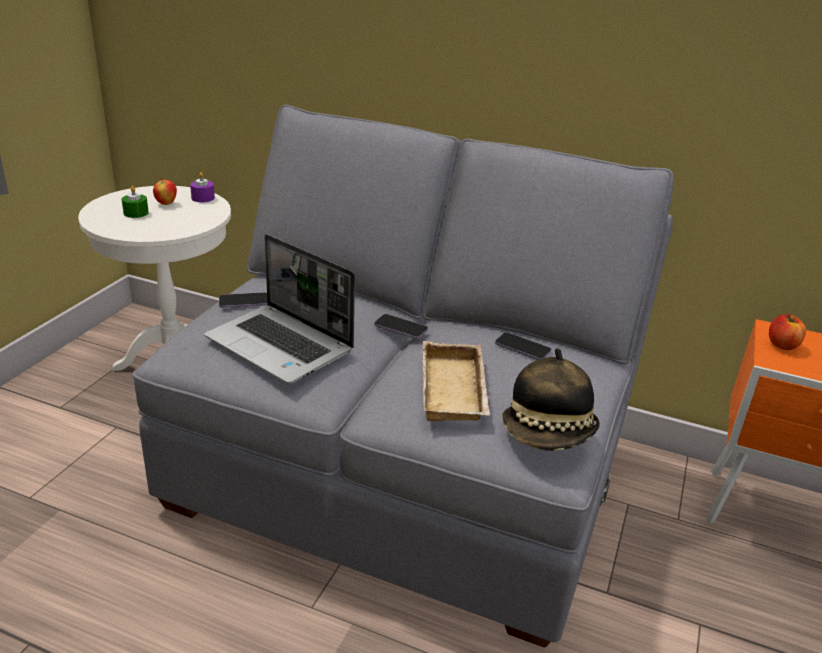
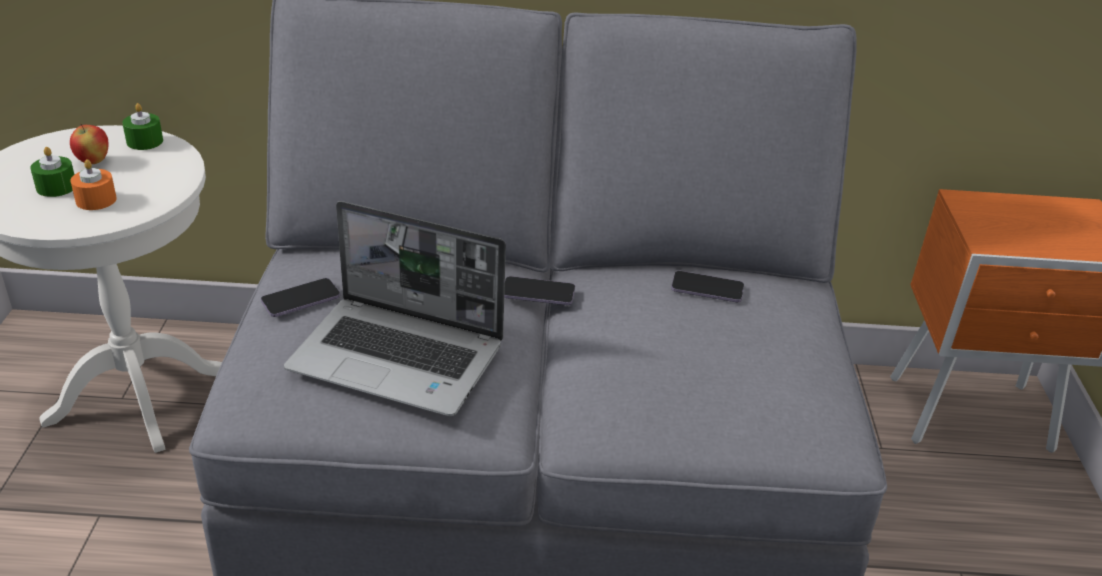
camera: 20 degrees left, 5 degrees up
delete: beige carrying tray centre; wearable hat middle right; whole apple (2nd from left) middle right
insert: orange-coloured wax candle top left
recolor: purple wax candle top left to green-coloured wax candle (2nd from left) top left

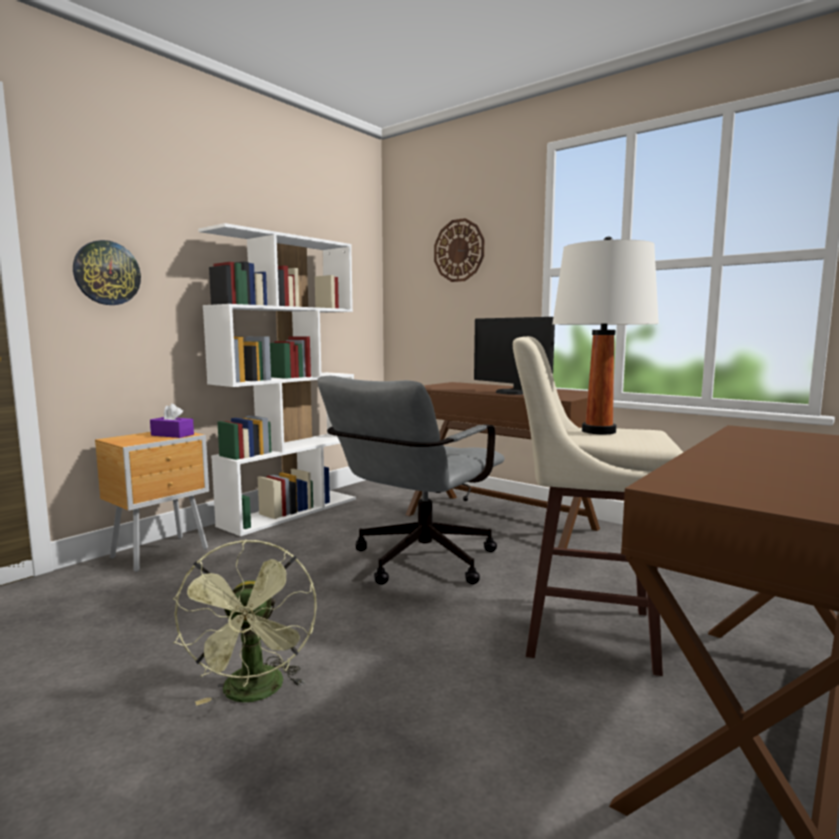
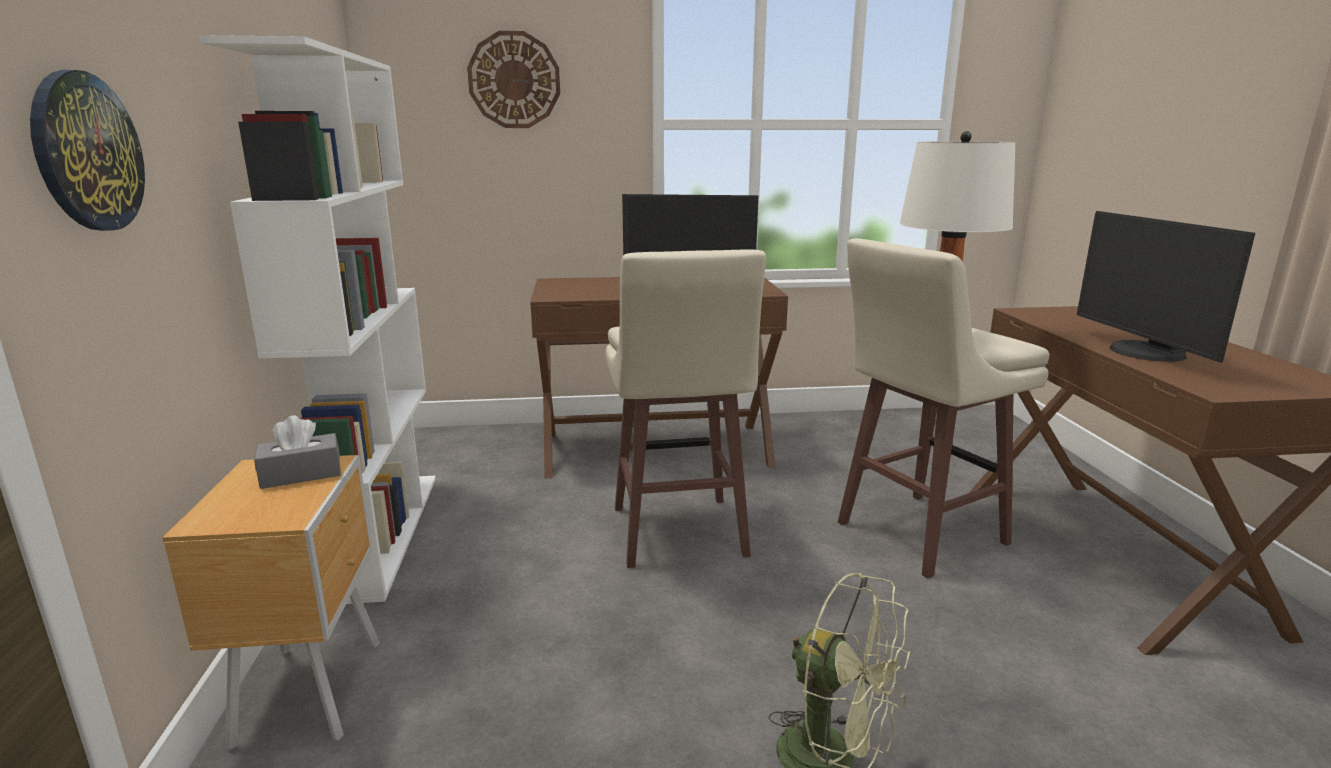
camera: 45 degrees left, 10 degrees up
insert: computer screen (2nd from left) middle right
replace: gray desk chair centre to beige stool seat (1st from left) centre
recolor: purple tissue holder middle left to gray tissue holder middle left

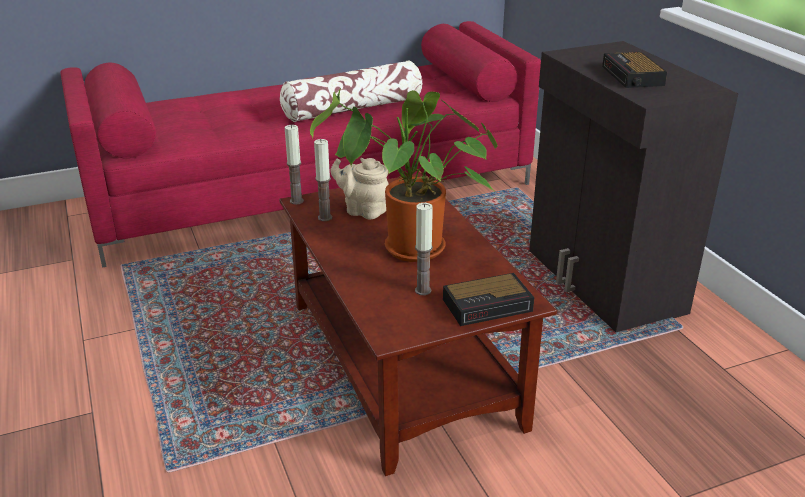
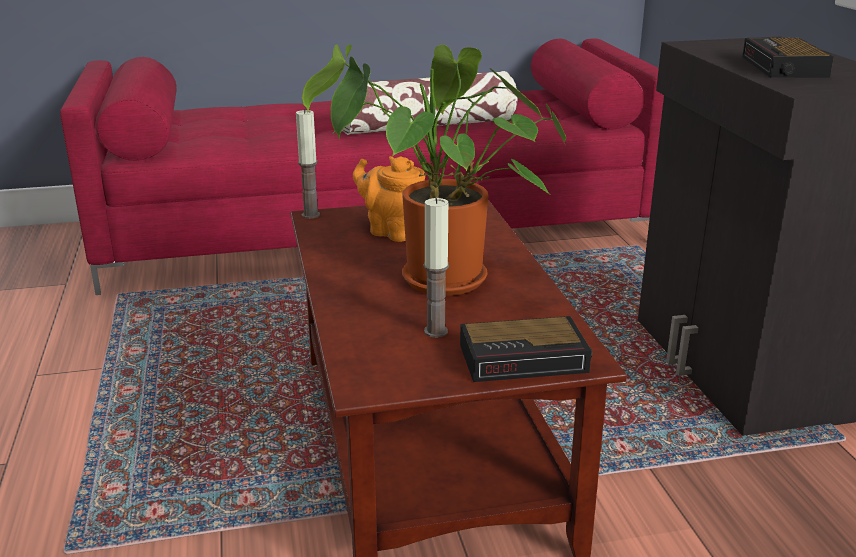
camera: 10 degrees right, 5 degrees down
delete: wax candle (2nd from left) centre
recolor: beige tea pot centre to orange-coloured tea pot centre

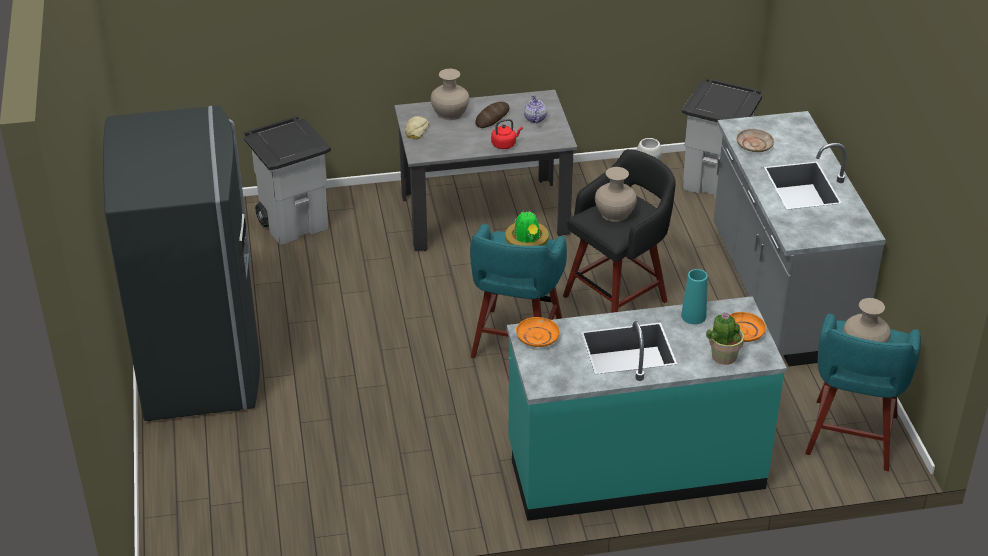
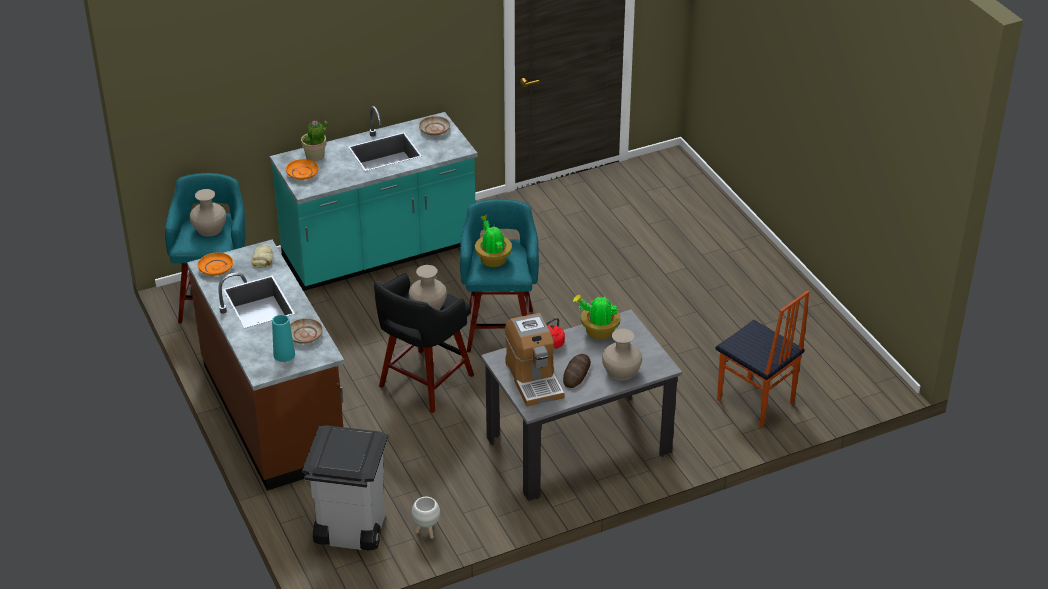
camera: 165 degrees right, 0 degrees up
delete: gray kitchen fridge middle left
insert: beige dinner plate (2nd from left) top centre; plant in a pot (3rd from left) centre
move: bakery bread (1st from left) top centre to middle left; orange-coloured dinner plate (1st from left) centre to middle left; blue-green vase middle right to middle left
replace: gray trash can (1st from left) top left to chair middle right; tea pot top centre to coffee brewer centre
recolor: gray kitchen base unit middle right to brown kitchen base unit middle left

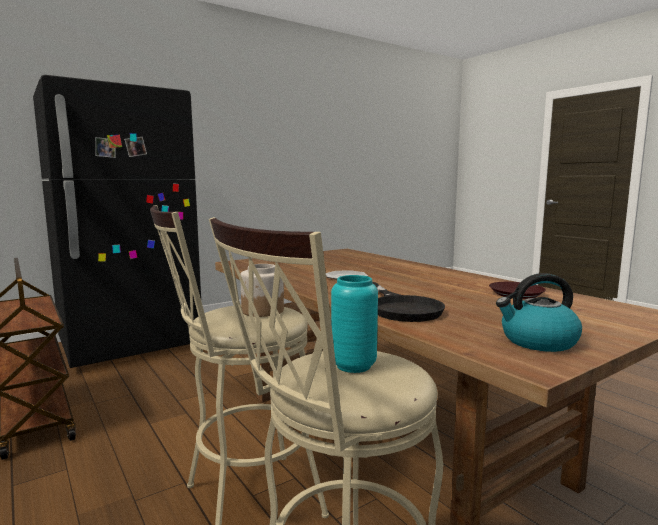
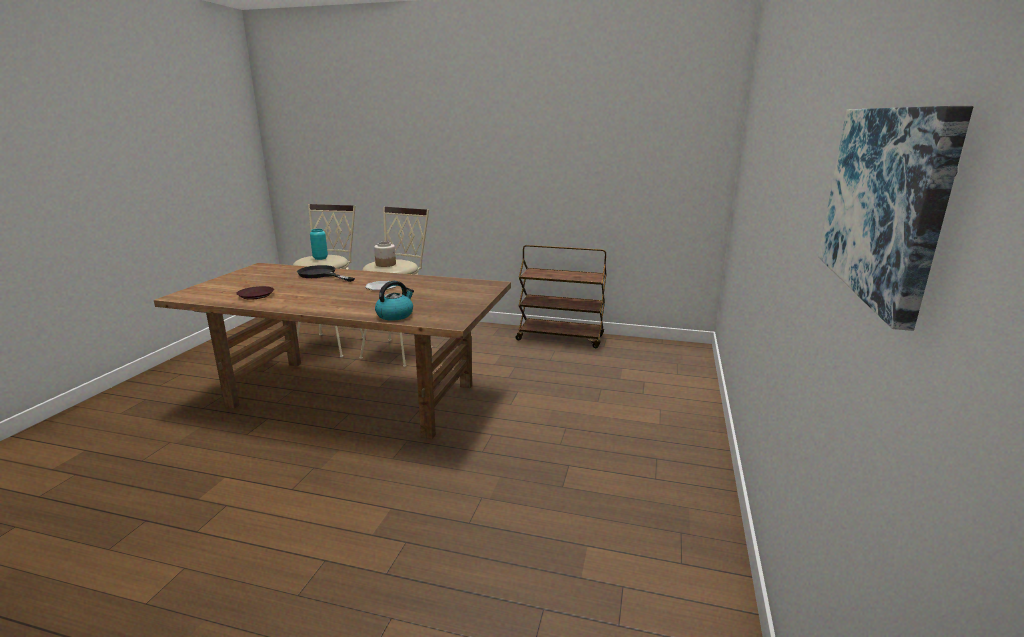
camera: 140 degrees right, 10 degrees up
delete: black-coloured kitchen fridge middle left
insert: wall picture middle right
move: water kettle middle right to centre

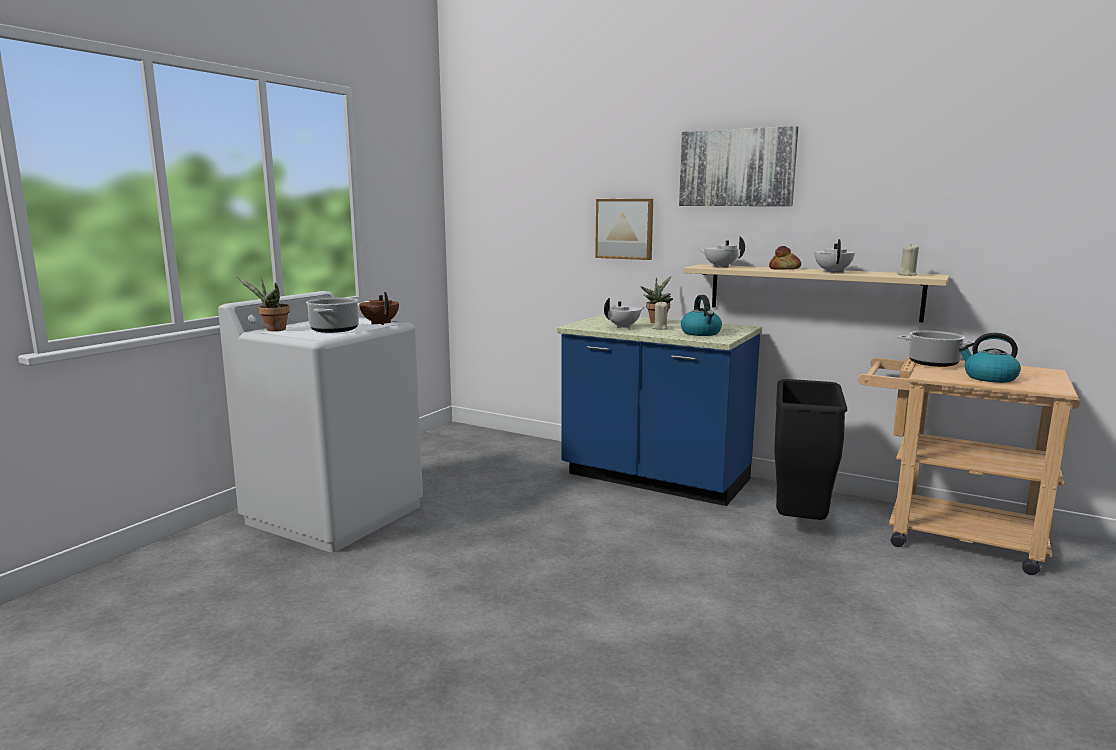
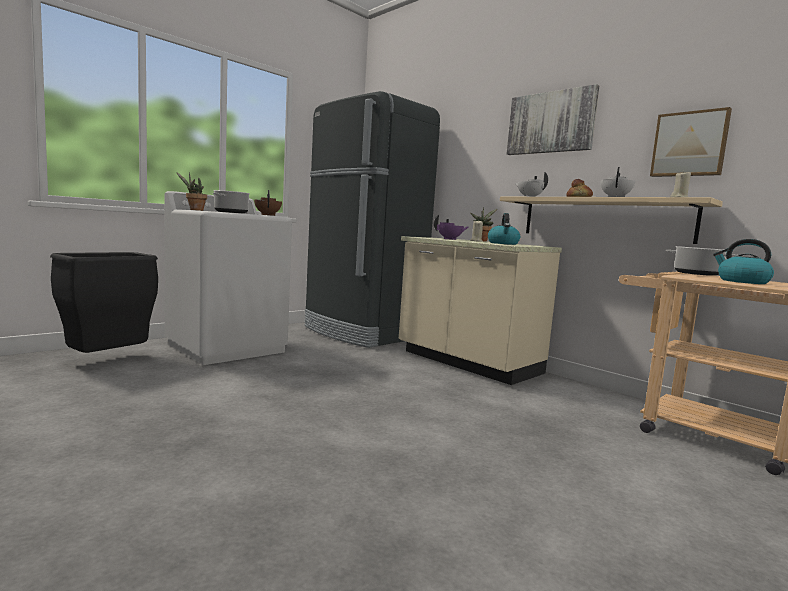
camera: 15 degrees right, 5 degrees down
insert: black-coloured kitchen fridge centre
move: wall picture (1st from left in the first image) top centre to wall picture (2nd from left) top right; black-coloured trash can middle right to middle left
recolor: blue kitchen base unit centre to beige kitchen base unit centre; white-coloured tea pot (1st from left) centre to purple tea pot centre

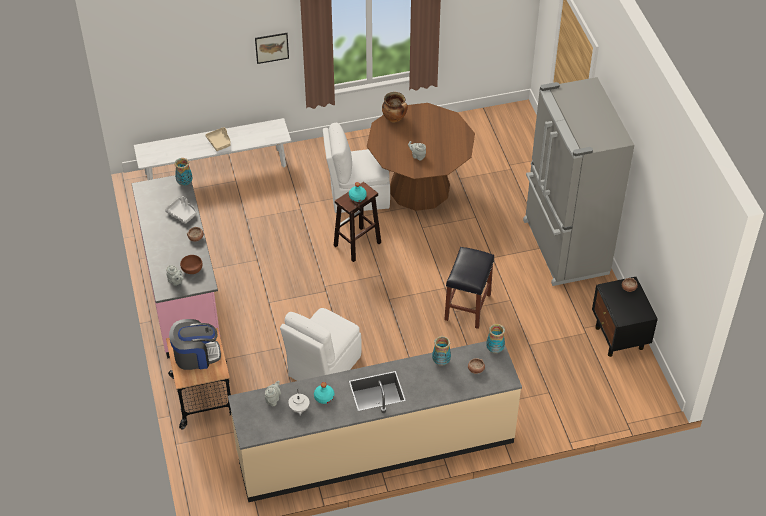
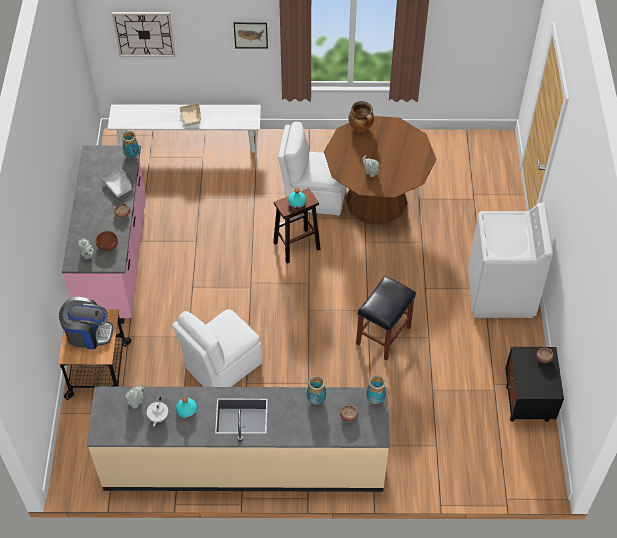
camera: 15 degrees right, 5 degrees up
insert: clock on the wall top left
replace: gray kitchen fridge middle right to white-coloured washing machine middle right

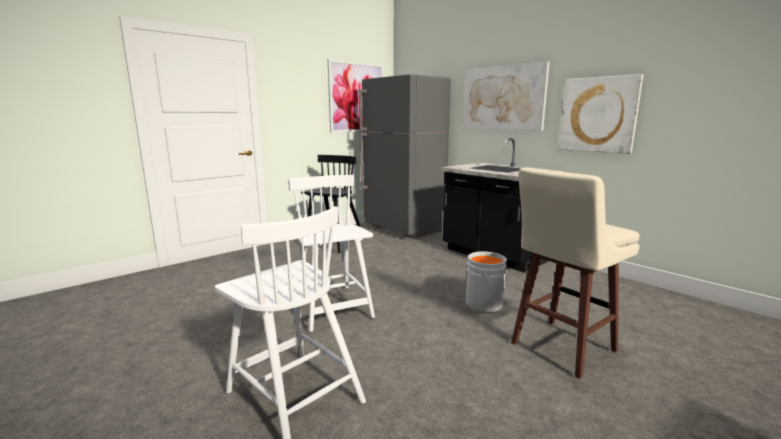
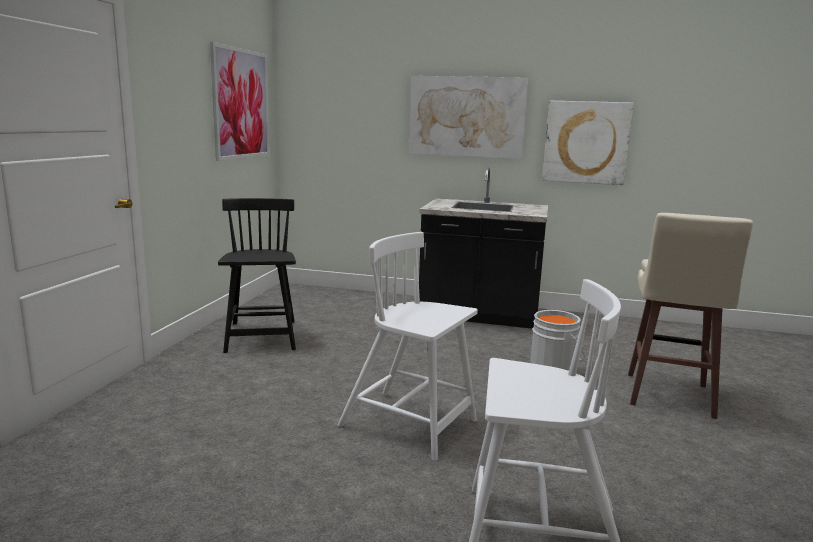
camera: 35 degrees left, 0 degrees up
delete: gray kitchen fridge centre

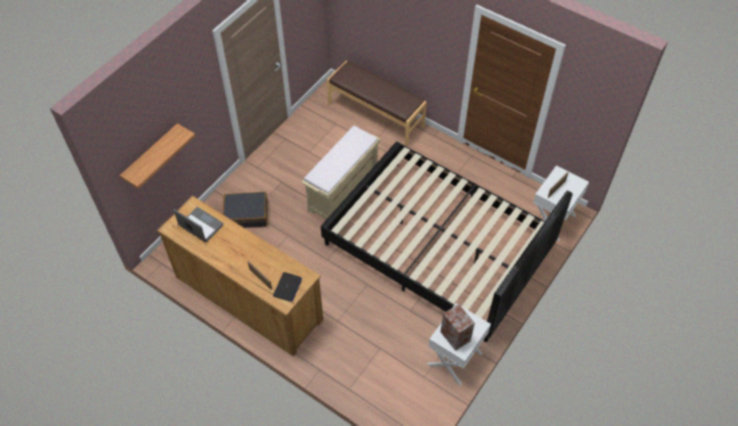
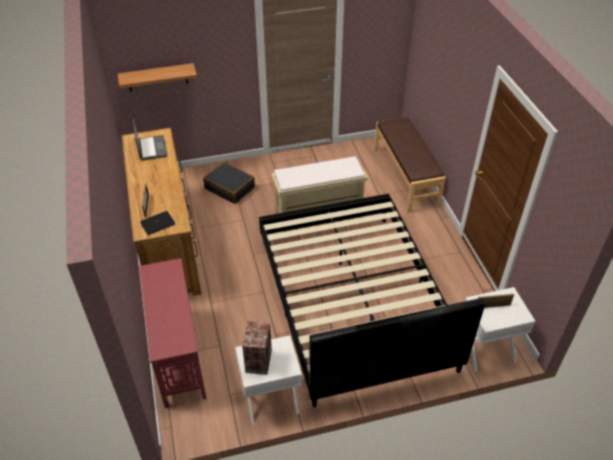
camera: 40 degrees right, 10 degrees down
insert: red hall table bottom left

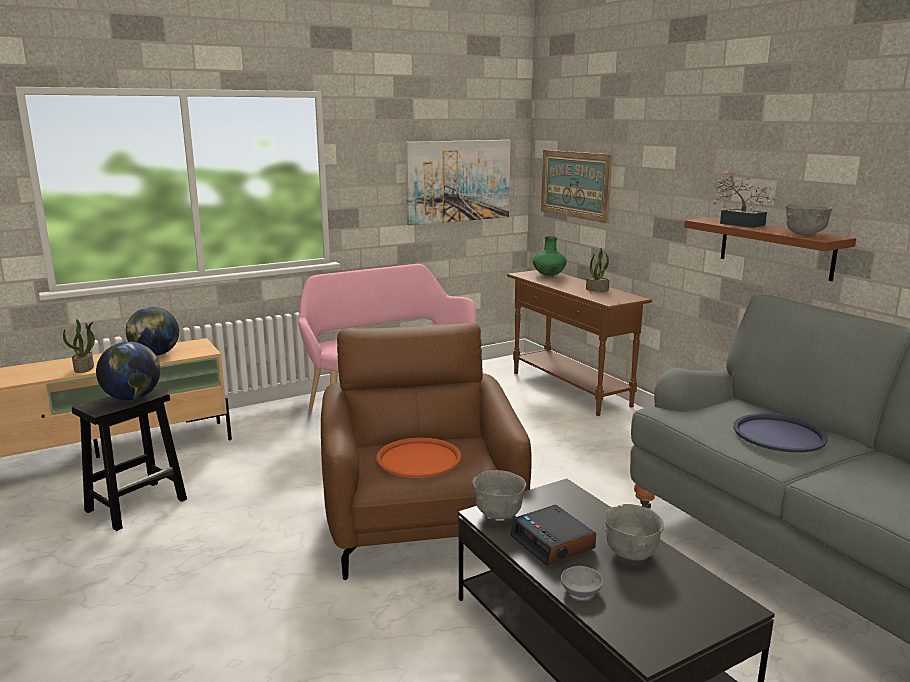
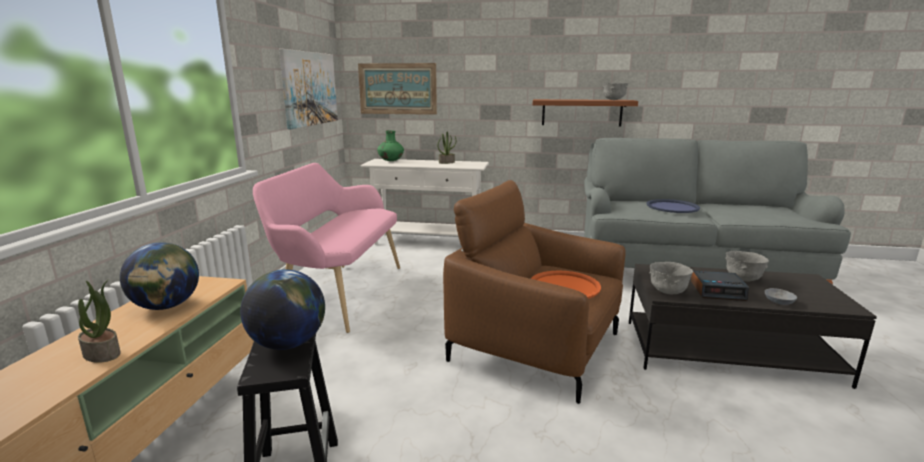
camera: 50 degrees left, 0 degrees up
delete: plant in a pot (3rd from left) top right
recolor: brown hall table centre to white-coloured hall table centre

